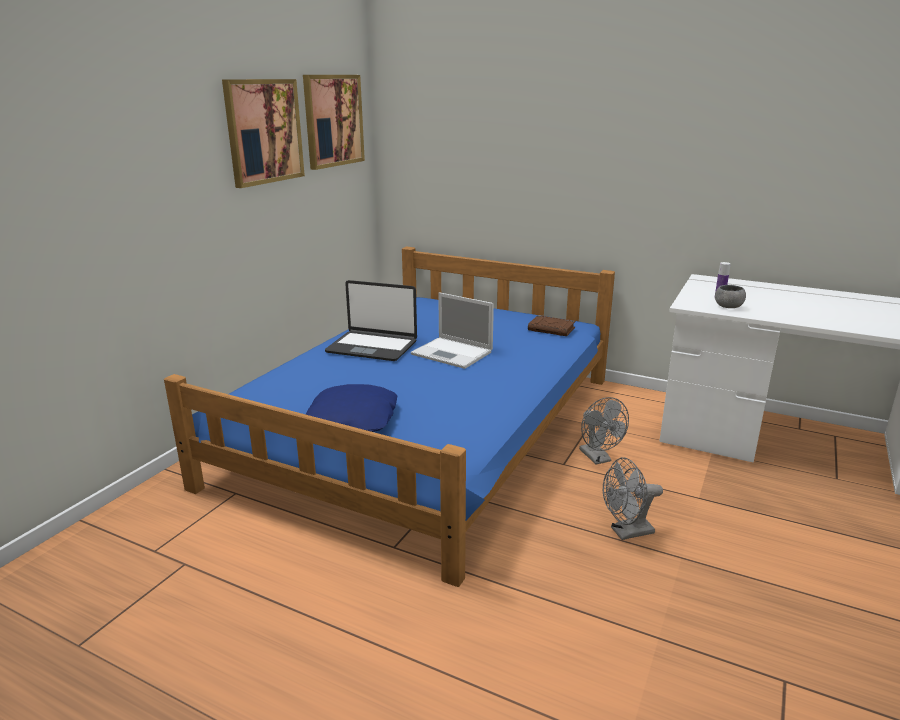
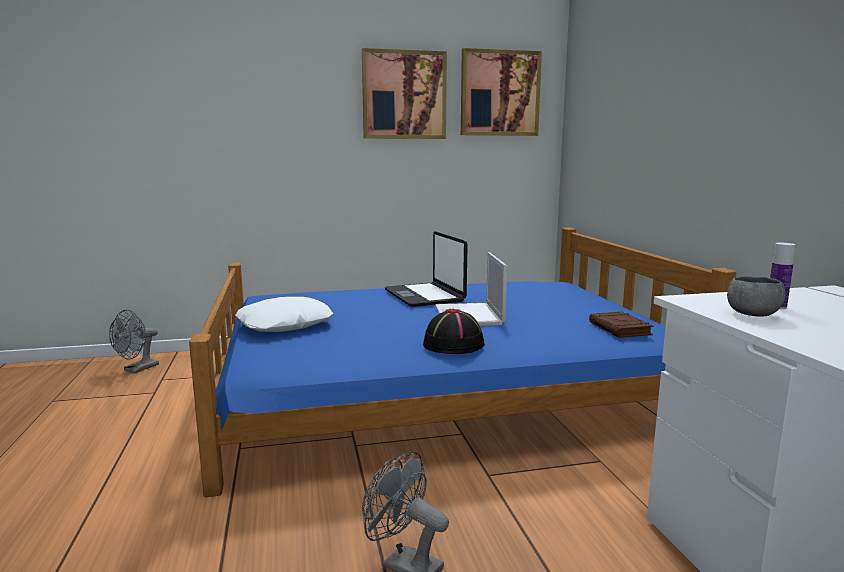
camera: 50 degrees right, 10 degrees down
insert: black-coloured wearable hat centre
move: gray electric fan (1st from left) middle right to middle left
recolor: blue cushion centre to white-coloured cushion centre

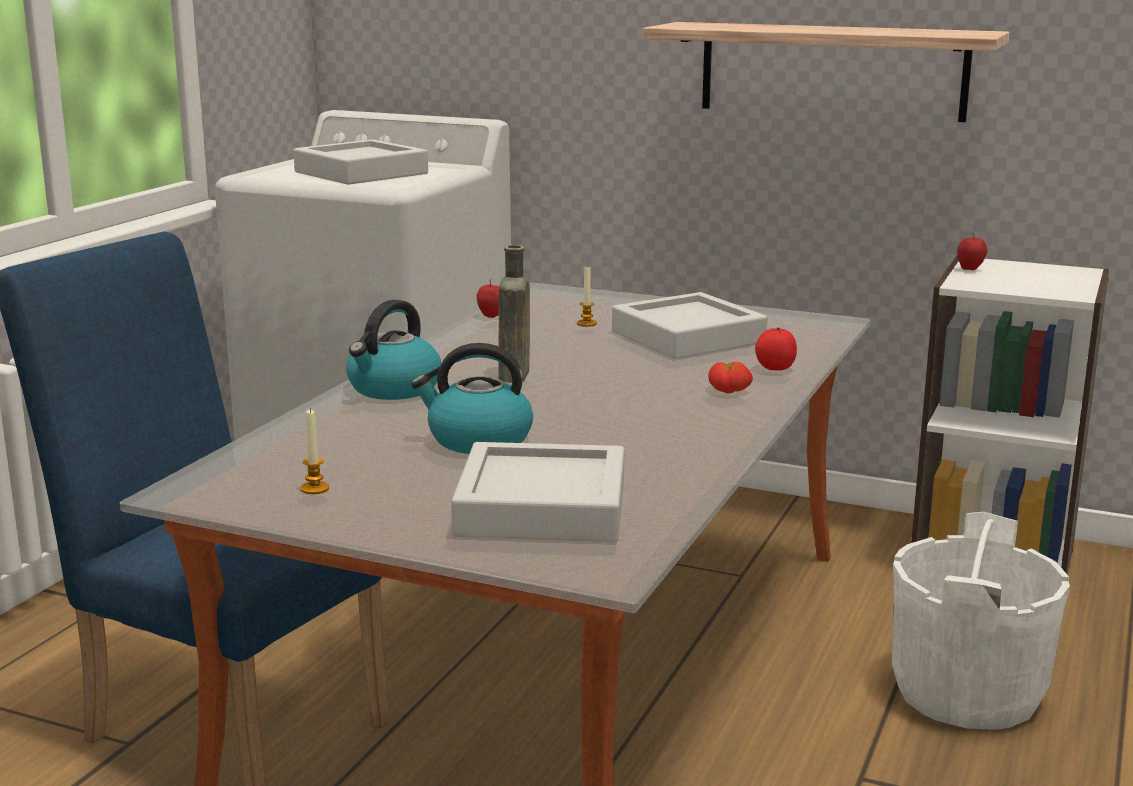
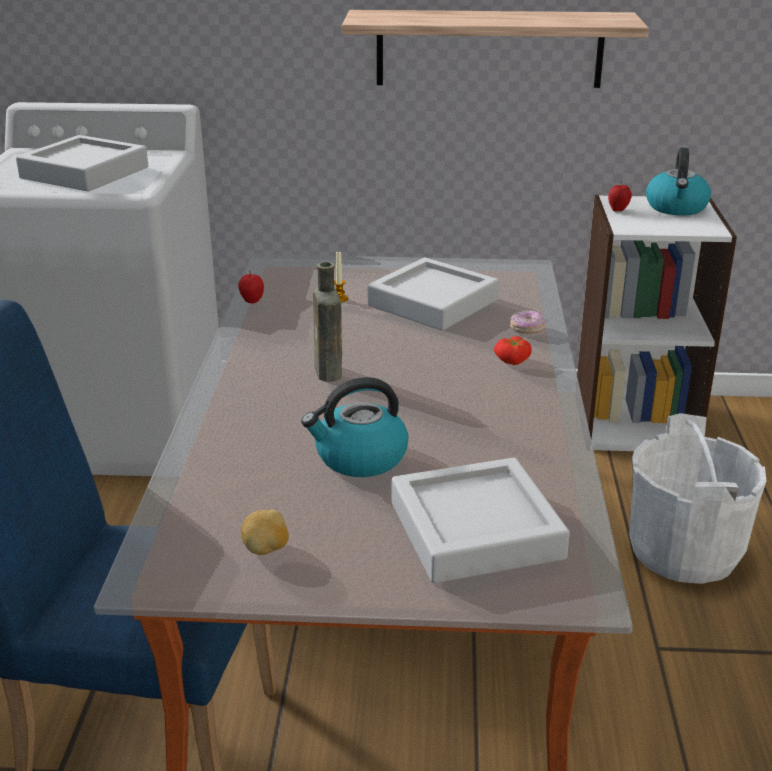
camera: 20 degrees left, 10 degrees up
move: water kettle (1st from left in the first image) centre to water kettle (2nd from left) top right
replace: wax candle (1st from left) middle left to whole potato bottom centre; whole tomato (2nd from left) middle right to ring doughnut middle right

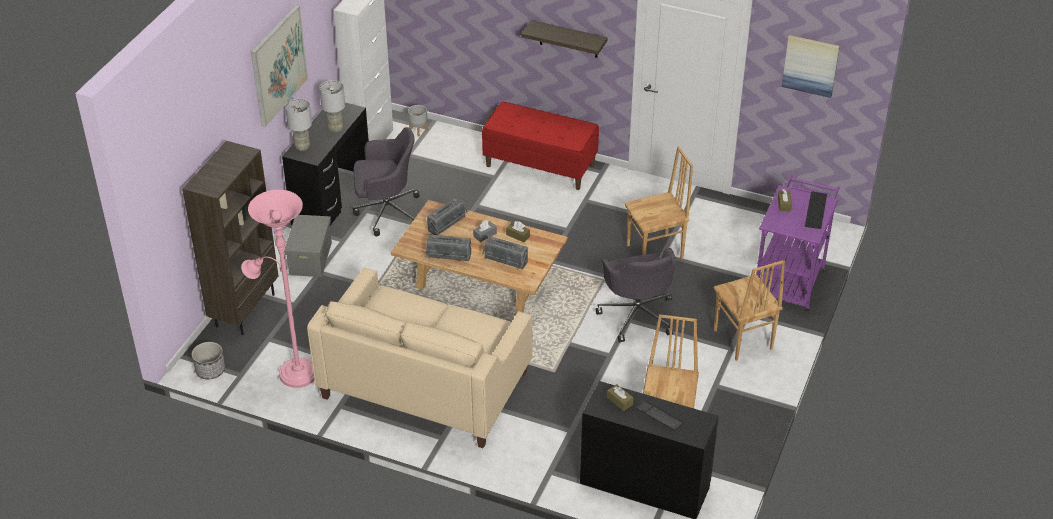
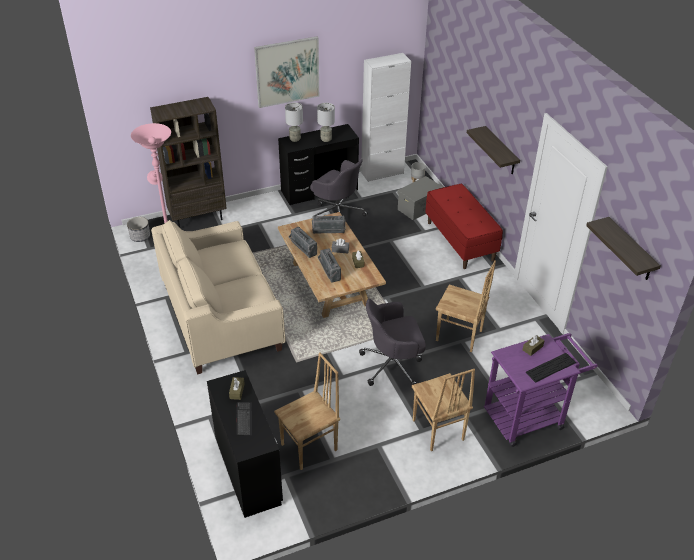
camera: 45 degrees right, 0 degrees up
move: gray storage container middle left to centre
replace: wall picture (2nd from left) top right to wall shelf (2nd from left) middle right
rotate: gray desk chair (2nd from left) centre = centre 45 degrees clockwise; brown chair (3rd from left in the first image) middle right = bottom centre 45 degrees counterclockwise

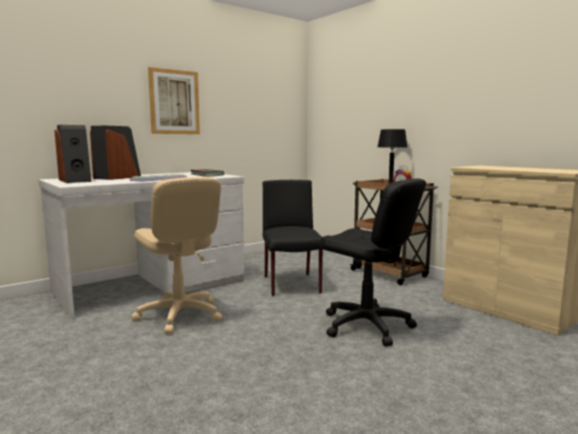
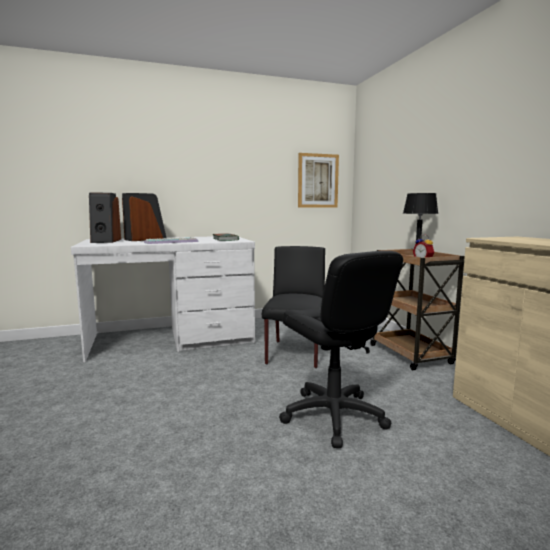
camera: 20 degrees right, 0 degrees up
delete: beige desk chair middle left
move: wall picture top left to top centre

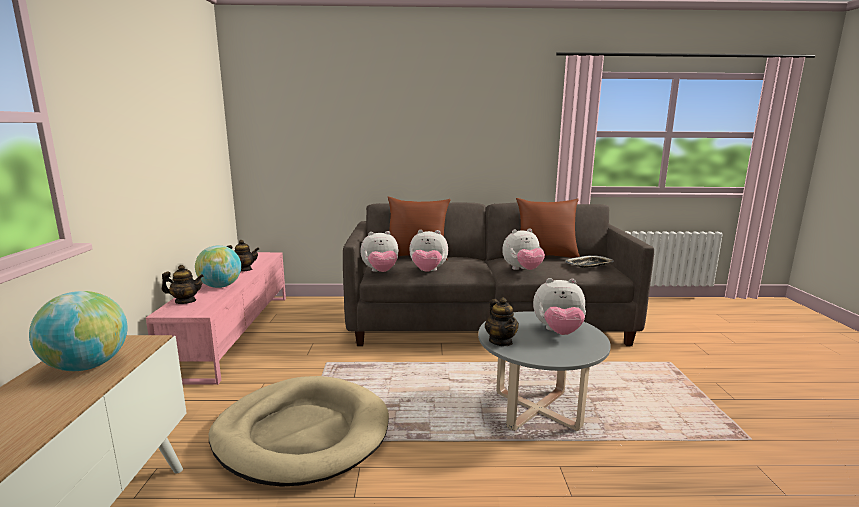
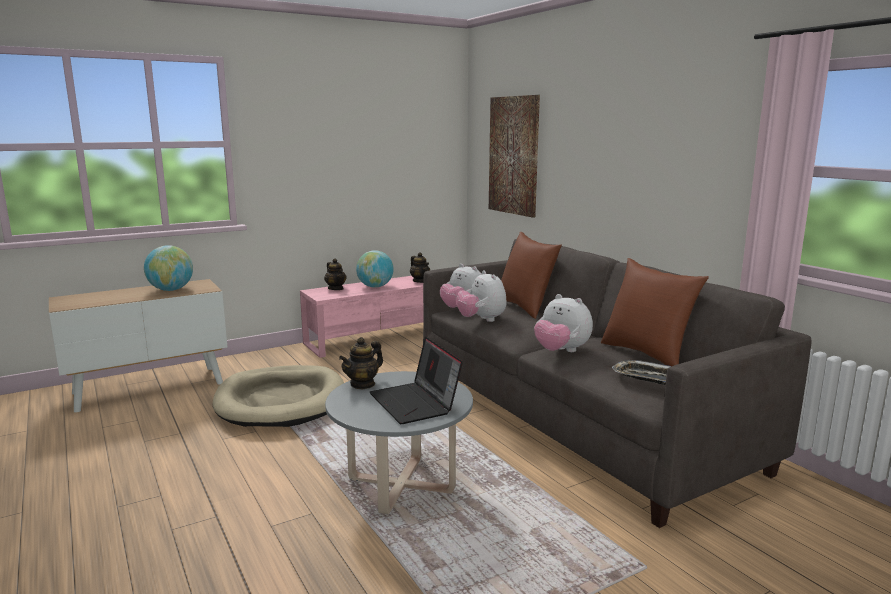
camera: 60 degrees right, 0 degrees up
insert: wall picture top centre
replace: cuddly toy (4th from left) centre to laptop centre

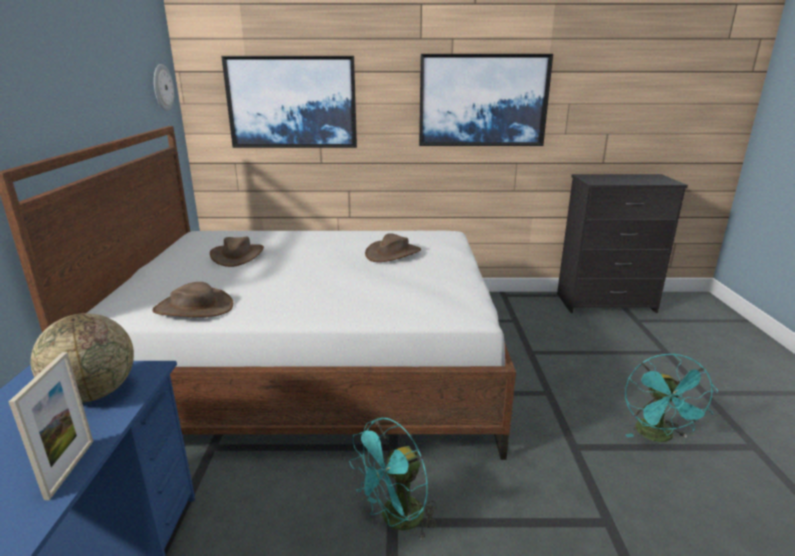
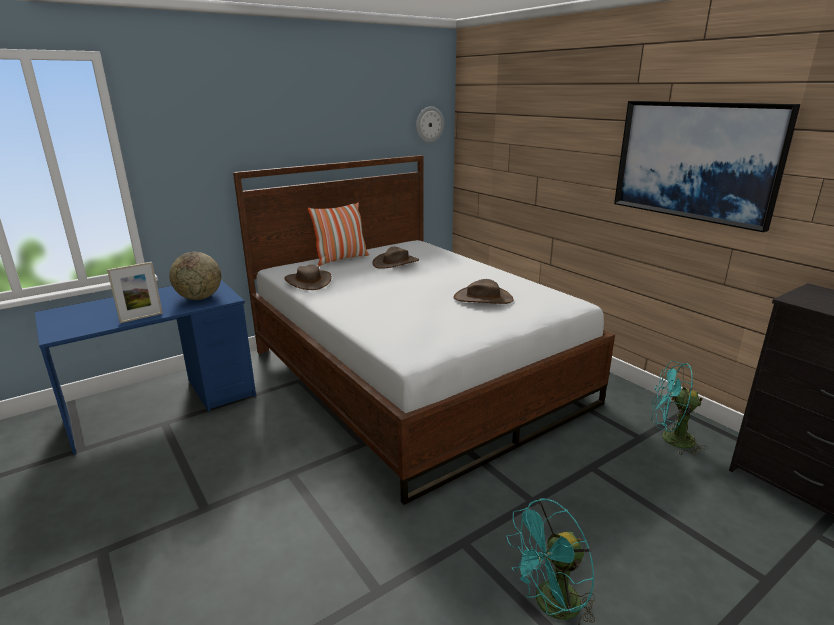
camera: 55 degrees right, 0 degrees up
delete: wall picture (1st from left) top centre
insert: cushion centre
move: blue-green electric fan (1st from left in the first image) bottom centre to blue-green electric fan (2nd from left) middle right

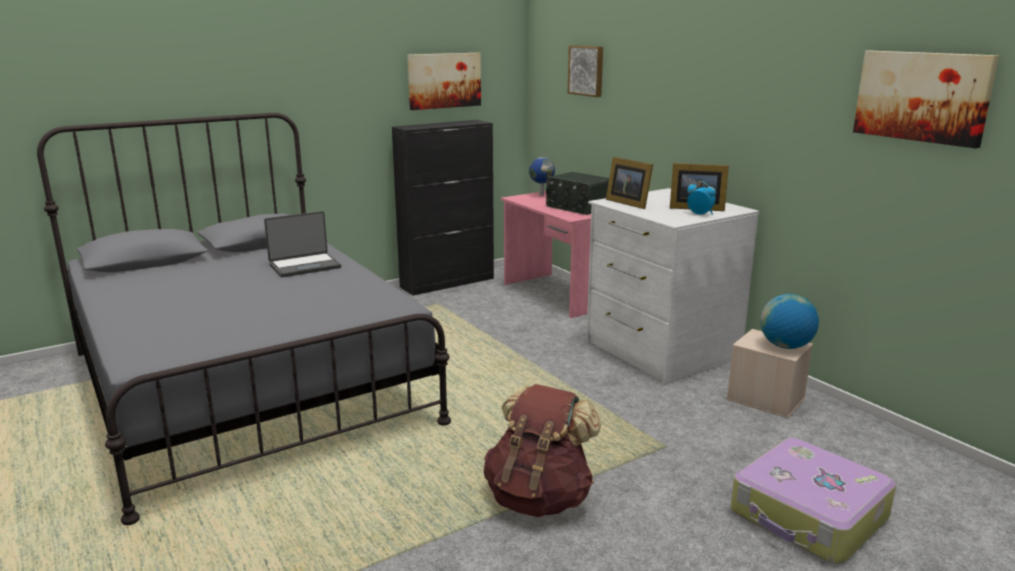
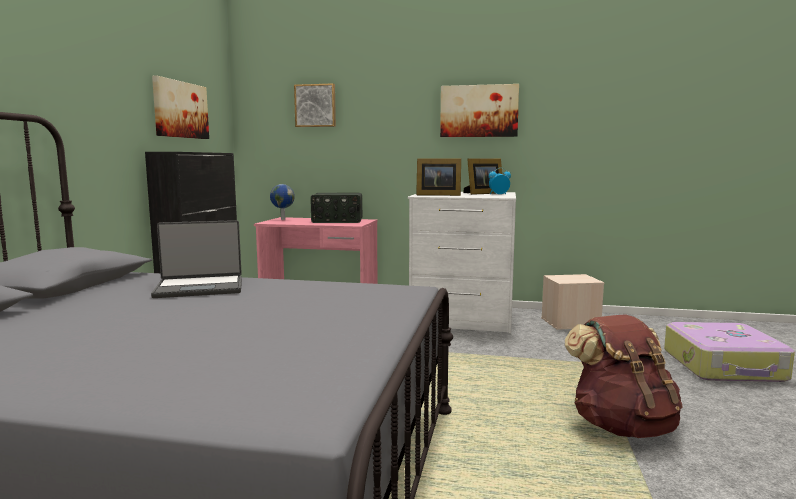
camera: 45 degrees left, 10 degrees down
delete: world globe (2nd from left) middle right
move: wall picture (3rd from left) top right to top centre
rotate: laptop middle left = middle left 60 degrees clockwise

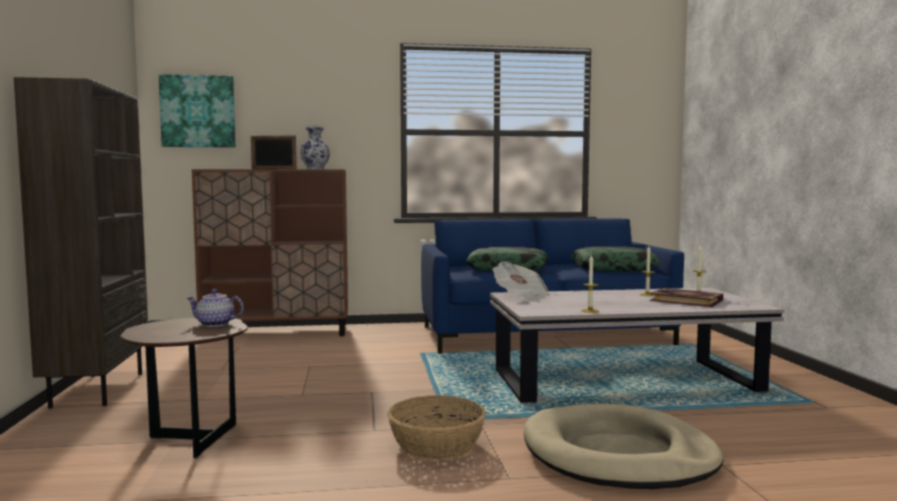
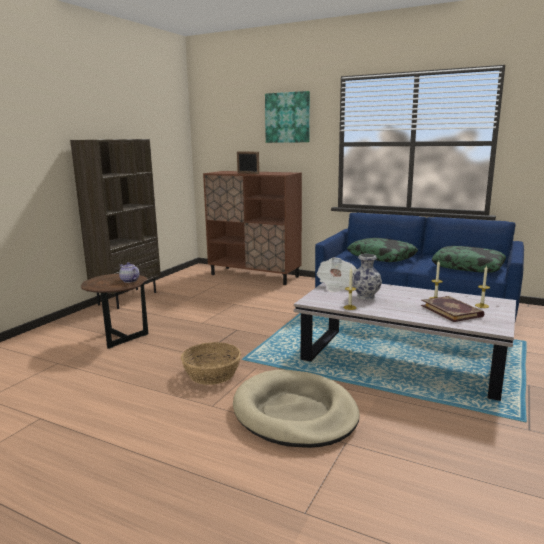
camera: 35 degrees right, 10 degrees up
move: wall picture top left to top centre; vase top centre to middle right

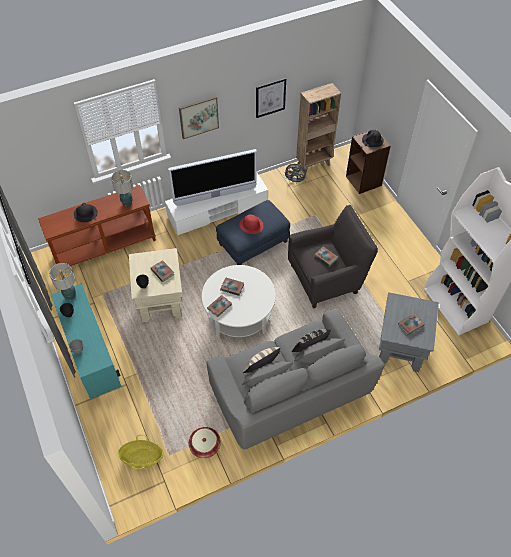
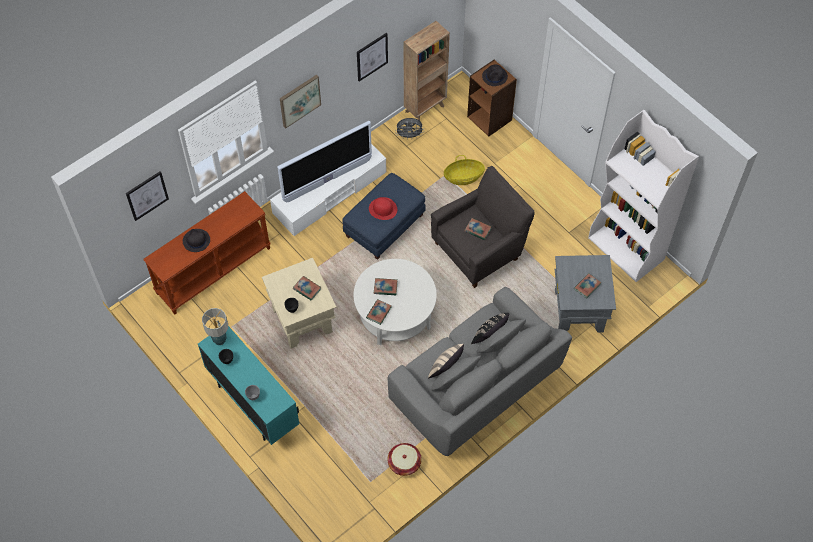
camera: 15 degrees left, 5 degrees up
delete: tabletop lamp (2nd from left) middle left
insert: wall picture (1st from left) middle left
move: storage basket (1st from left in the first image) bottom left to storage basket (2nd from left) top centre

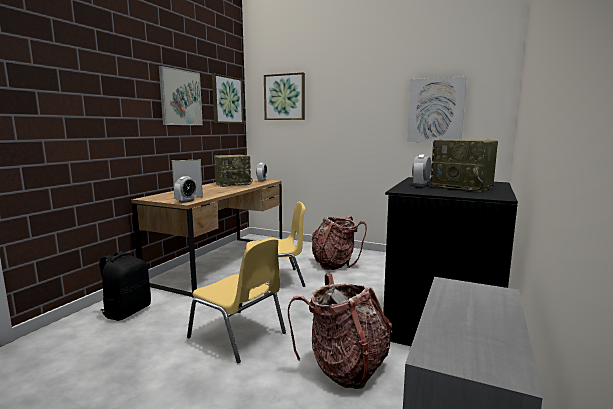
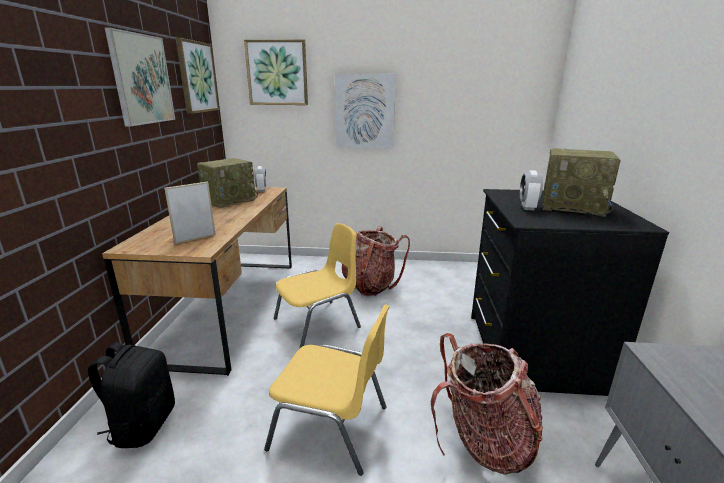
camera: 20 degrees left, 10 degrees up
delete: bedside clock (1st from left) middle left
move: wall picture (4th from left) top right to top centre

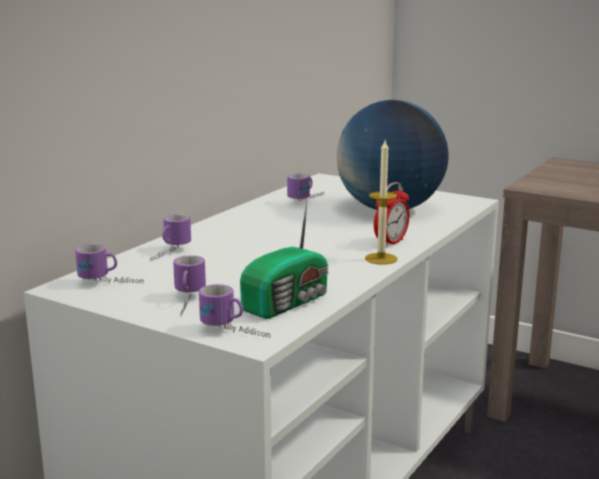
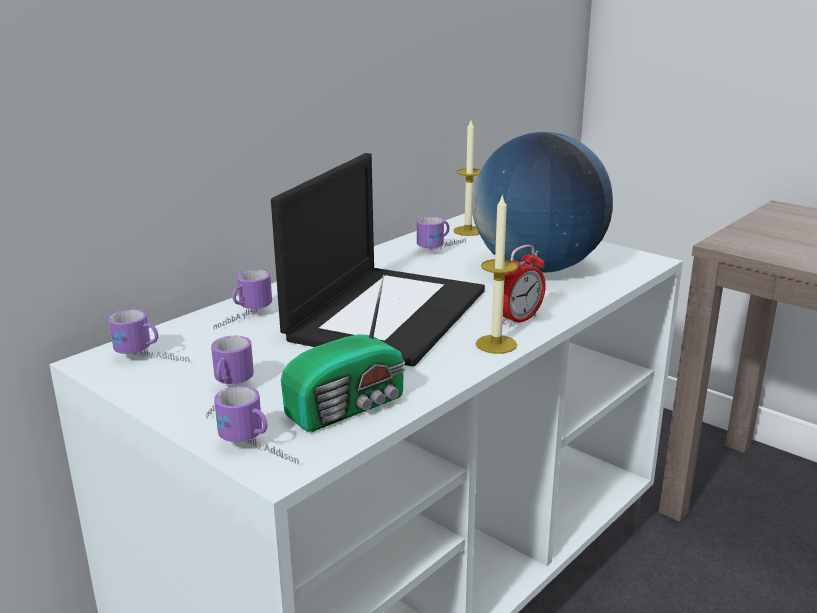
camera: 10 degrees right, 5 degrees up
insert: laptop centre; wax candle (1st from left) top centre

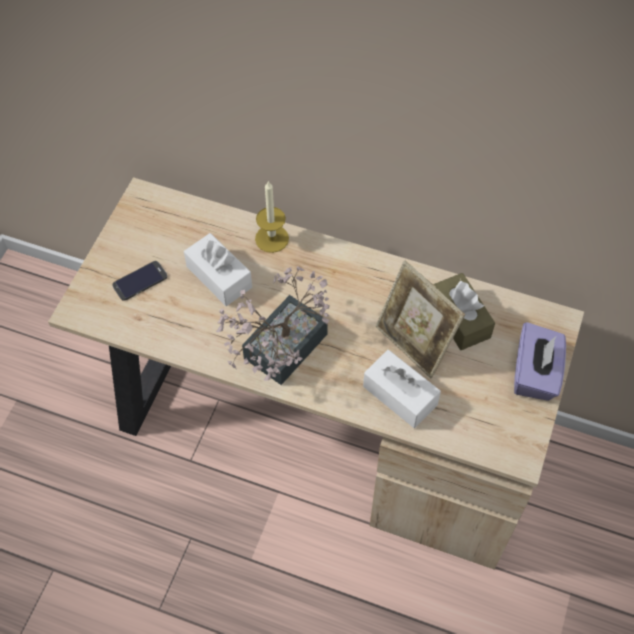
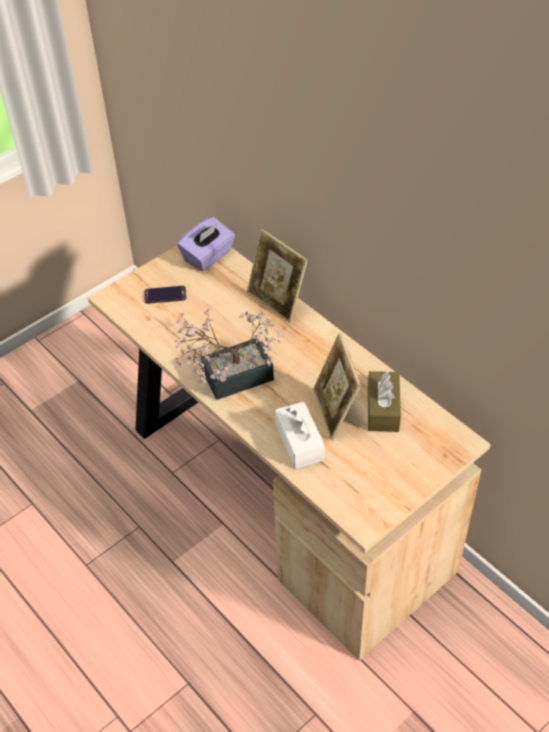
camera: 30 degrees right, 10 degrees down
delete: white-coloured tissue holder (1st from left) centre
move: purple tissue holder middle right to centre
replace: wax candle centre to picture frame (1st from left) centre

